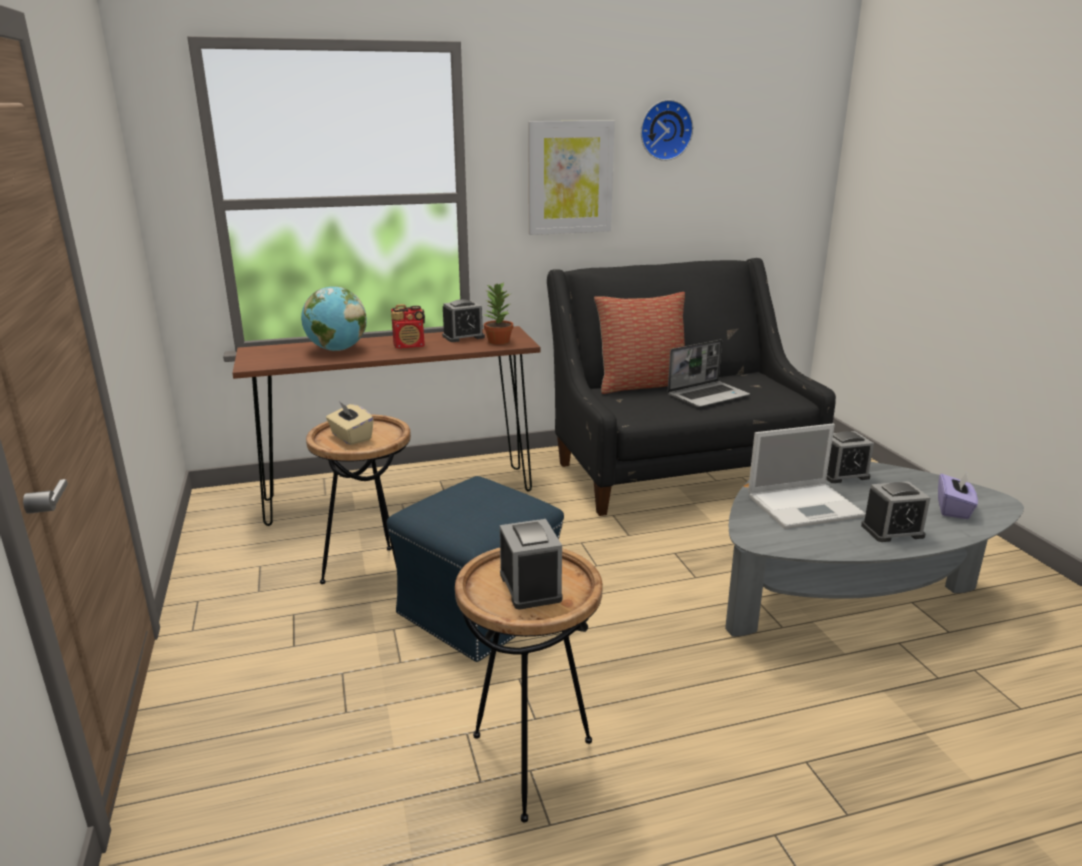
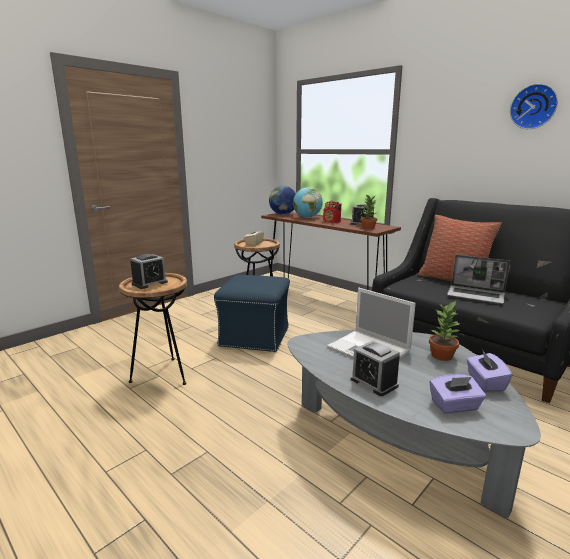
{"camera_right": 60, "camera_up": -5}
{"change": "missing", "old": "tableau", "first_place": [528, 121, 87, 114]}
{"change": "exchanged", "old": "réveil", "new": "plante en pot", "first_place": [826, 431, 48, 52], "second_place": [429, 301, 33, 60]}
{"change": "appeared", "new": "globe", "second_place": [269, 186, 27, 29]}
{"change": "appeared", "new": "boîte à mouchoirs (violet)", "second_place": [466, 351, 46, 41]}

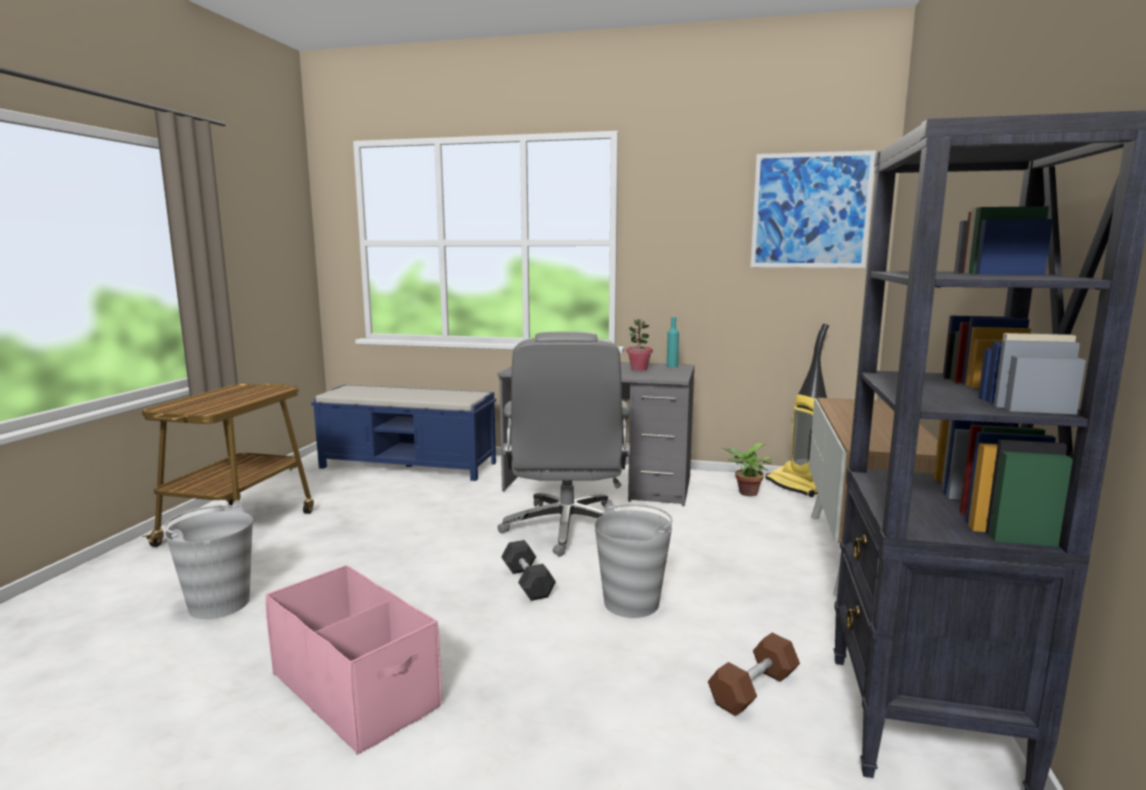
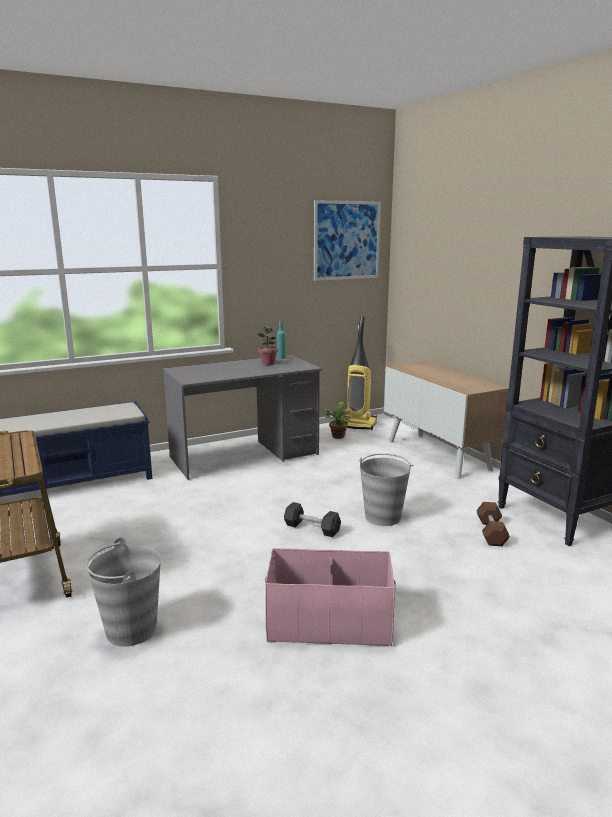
{"camera_right": -40, "camera_up": 5}
{"change": "missing", "old": "chaise de bureau (gris)", "first_place": [497, 331, 133, 226]}

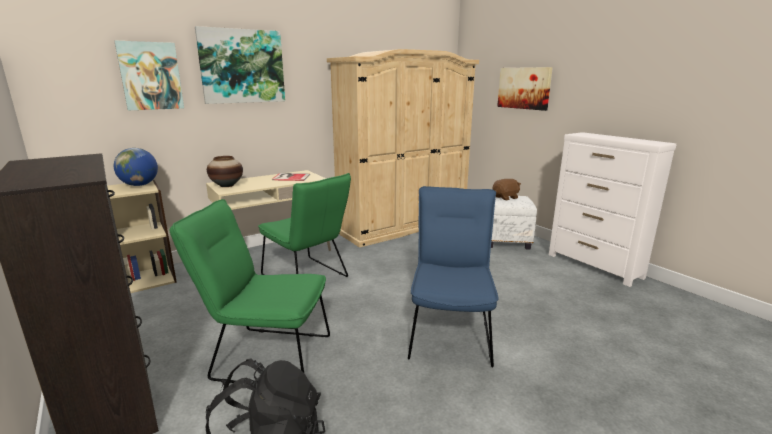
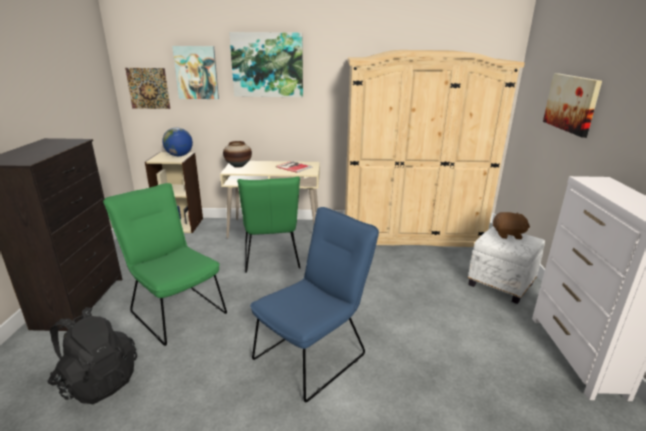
{"camera_right": 35, "camera_up": 5}
{"change": "appeared", "new": "tableau", "second_place": [125, 68, 45, 41]}

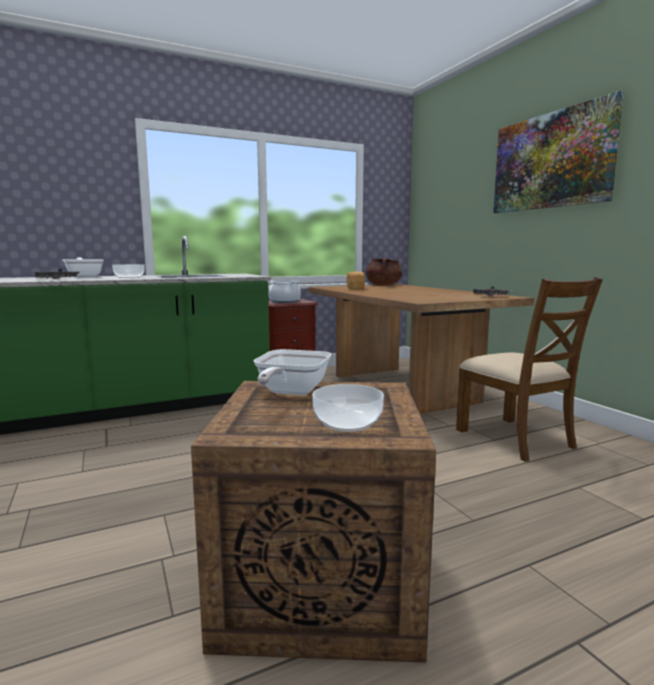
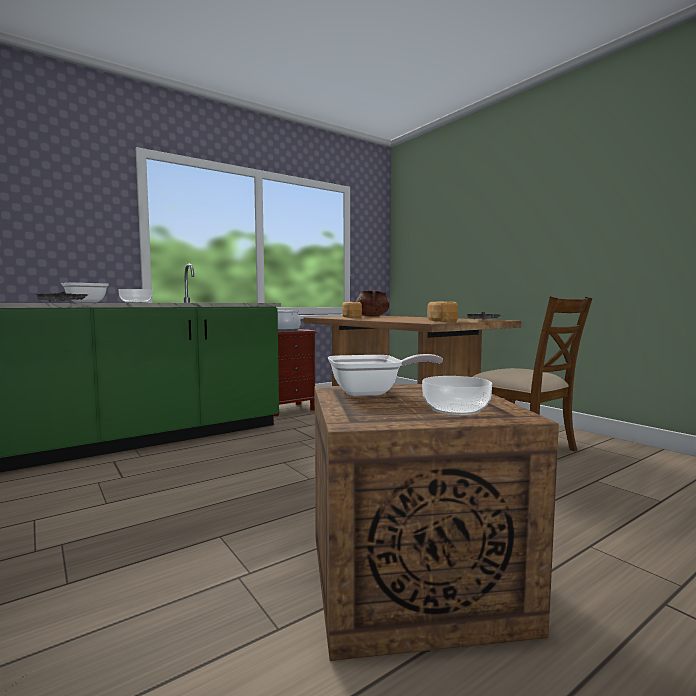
{"camera_right": -10, "camera_up": -5}
{"change": "spun", "old": "poêle", "first_place": [254, 349, 77, 46], "second_place": [328, 354, 115, 42], "degrees": -105}
{"change": "missing", "old": "tableau", "first_place": [493, 91, 131, 122]}
{"change": "appeared", "new": "pain", "second_place": [427, 302, 31, 20]}

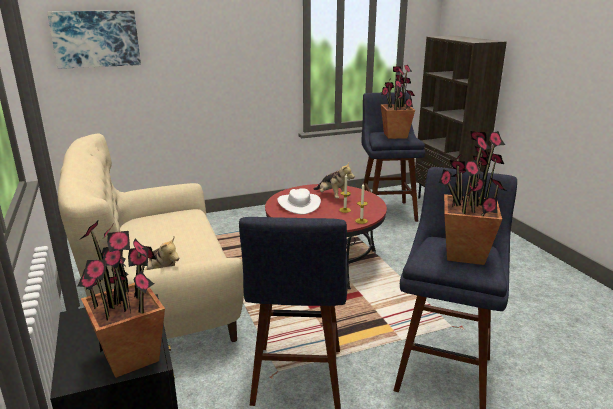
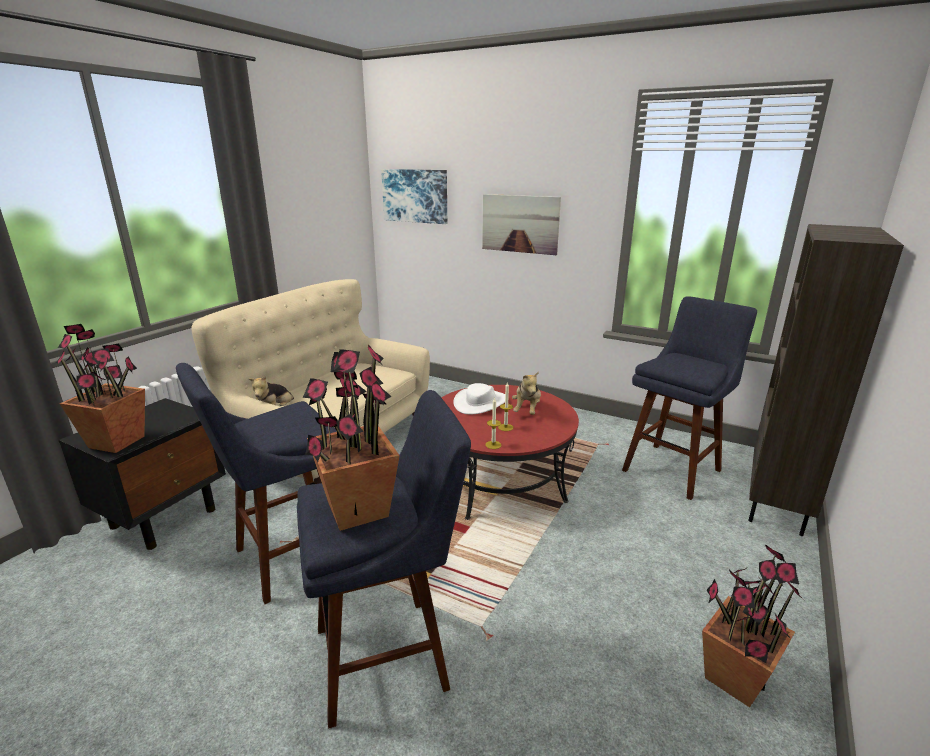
{"camera_right": 50, "camera_up": 0}
{"change": "relocated", "old": "plante en pot", "first_place": [381, 65, 34, 74], "second_place": [702, 544, 101, 163]}
{"change": "appeared", "new": "tableau", "second_place": [482, 194, 79, 61]}

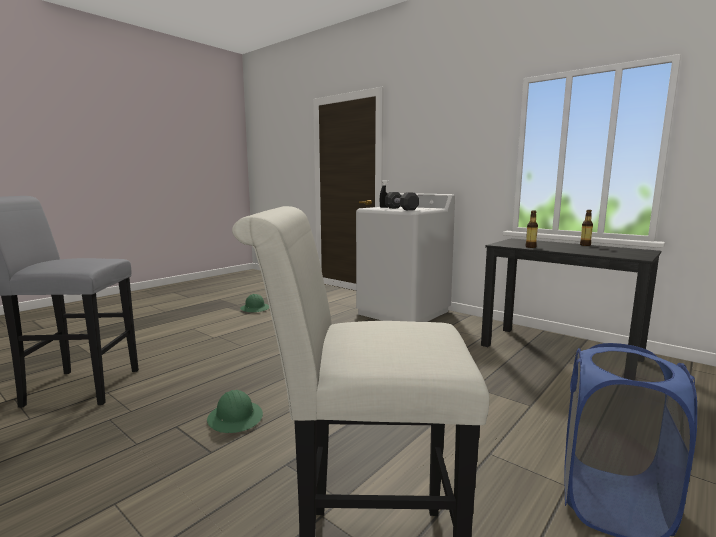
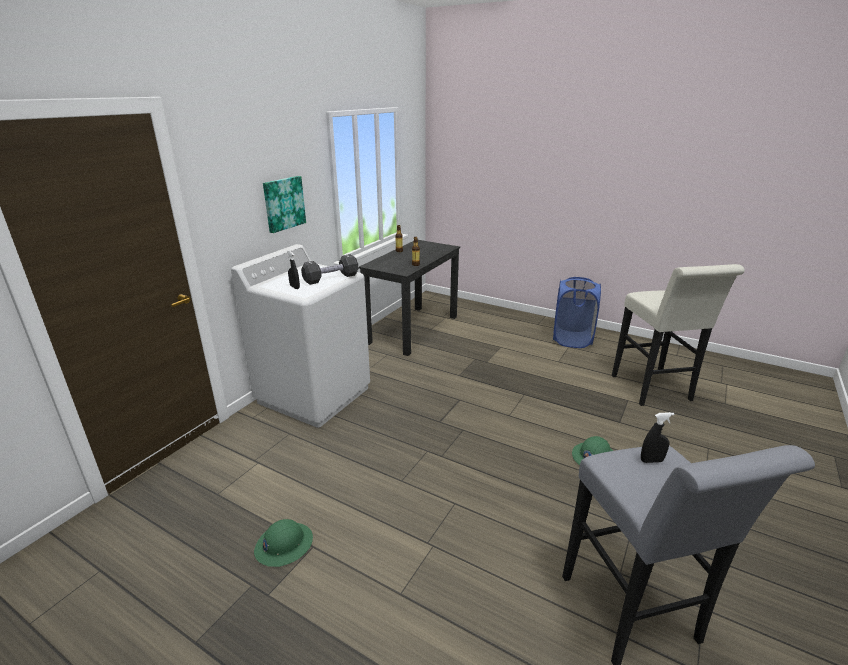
{"camera_right": -100, "camera_up": 15}
{"change": "appeared", "new": "tableau", "second_place": [263, 176, 43, 57]}
{"change": "appeared", "new": "vaporisateur (noir)", "second_place": [641, 412, 33, 51]}

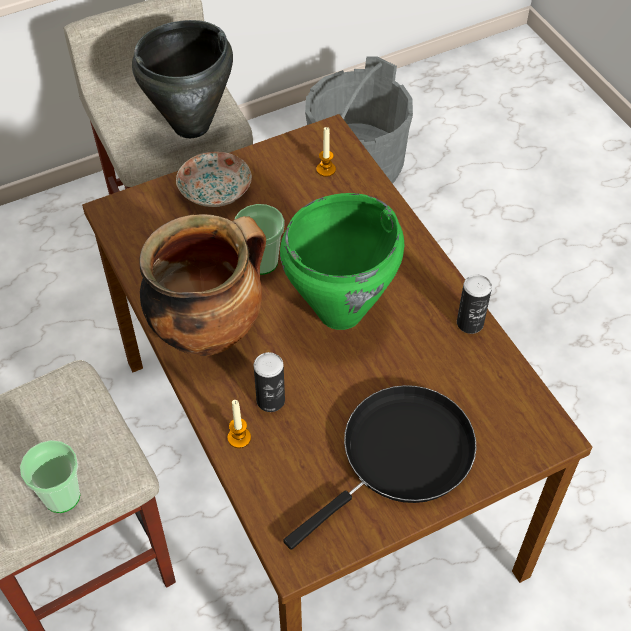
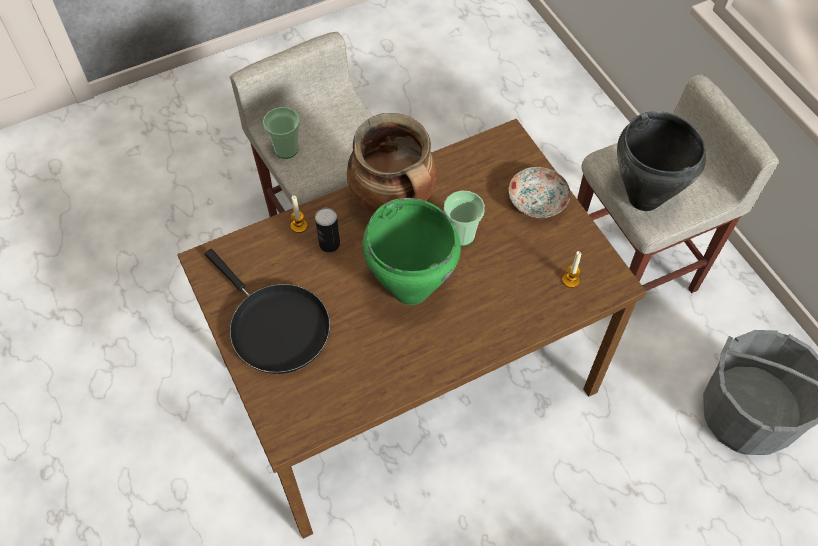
{"camera_right": 90, "camera_up": 5}
{"change": "missing", "old": "boîte métallique", "first_place": [457, 275, 35, 59]}

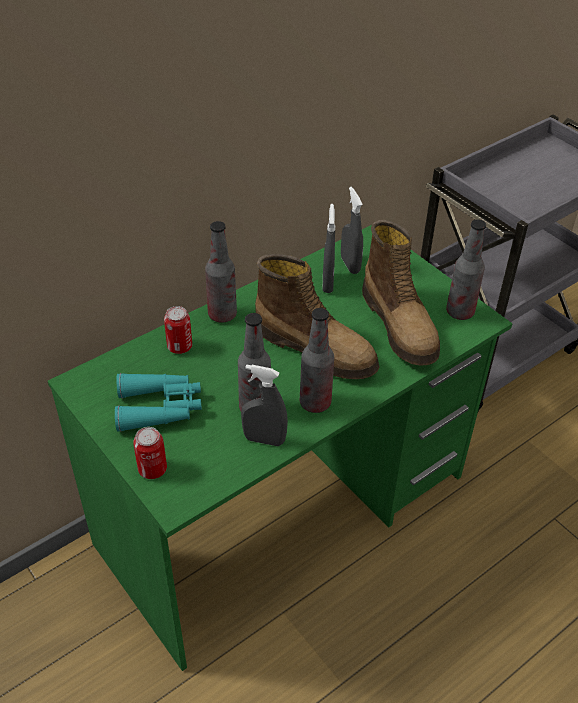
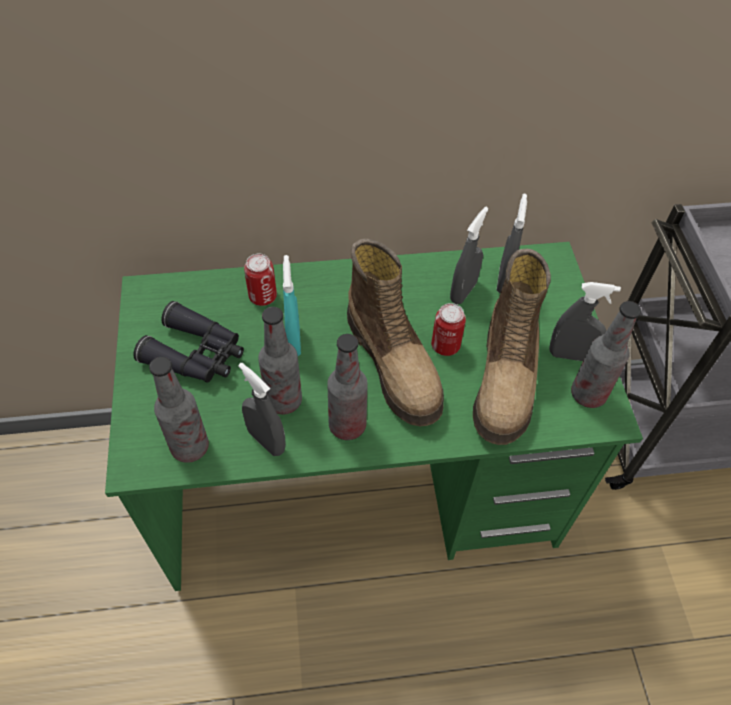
{"camera_right": 30, "camera_up": 10}
{"change": "colour", "old": "jumelles (turquoise)", "new": "jumelles (noir)", "first_place": [115, 373, 86, 59], "second_place": [134, 301, 110, 82]}
{"change": "relocated", "old": "boîte métallique", "first_place": [133, 427, 34, 52], "second_place": [431, 303, 35, 53]}
{"change": "relocated", "old": "bouteille", "first_place": [205, 221, 32, 102], "second_place": [149, 357, 60, 106]}
{"change": "appeared", "new": "vaporisateur (turquoise)", "second_place": [283, 255, 18, 101]}
{"change": "appeared", "new": "vaporisateur (gris)", "second_place": [549, 282, 72, 79]}

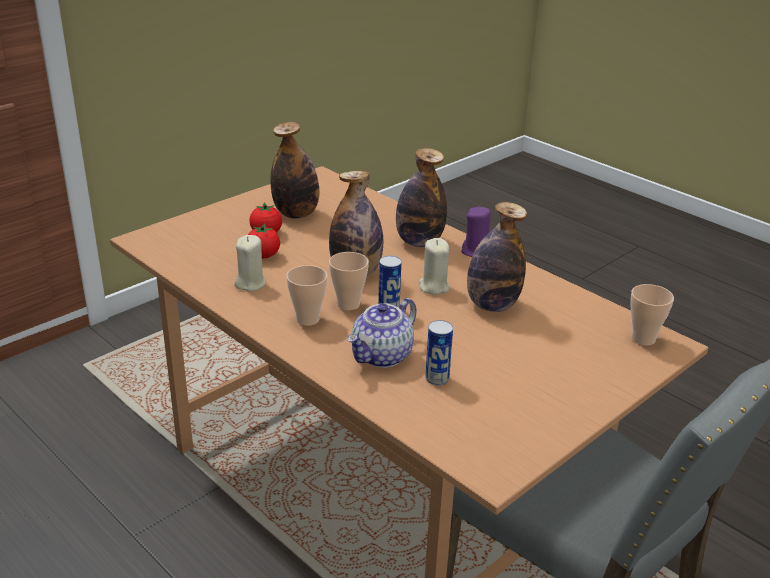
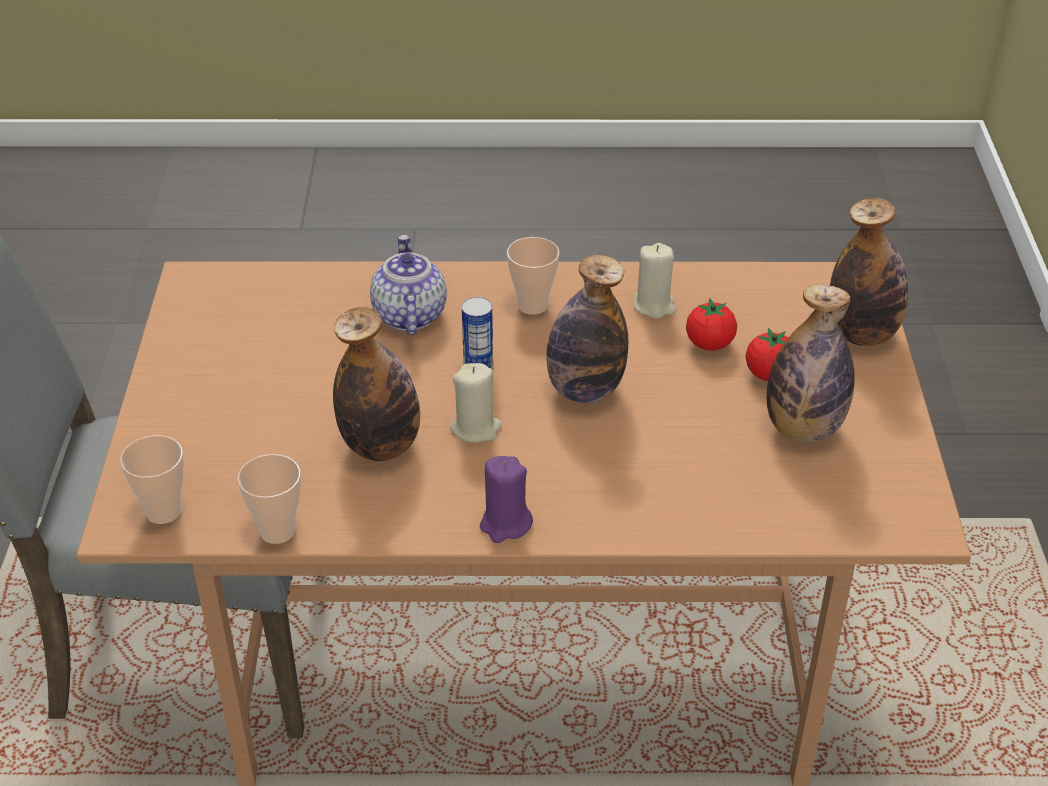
{"camera_right": 135, "camera_up": 10}
{"change": "relocated", "old": "tasse", "first_place": [329, 252, 40, 59], "second_place": [237, 454, 64, 90]}
{"change": "relocated", "old": "bouteille", "first_place": [396, 148, 51, 99], "second_place": [830, 198, 78, 148]}
{"change": "missing", "old": "boîte métallique", "first_place": [425, 320, 28, 65]}

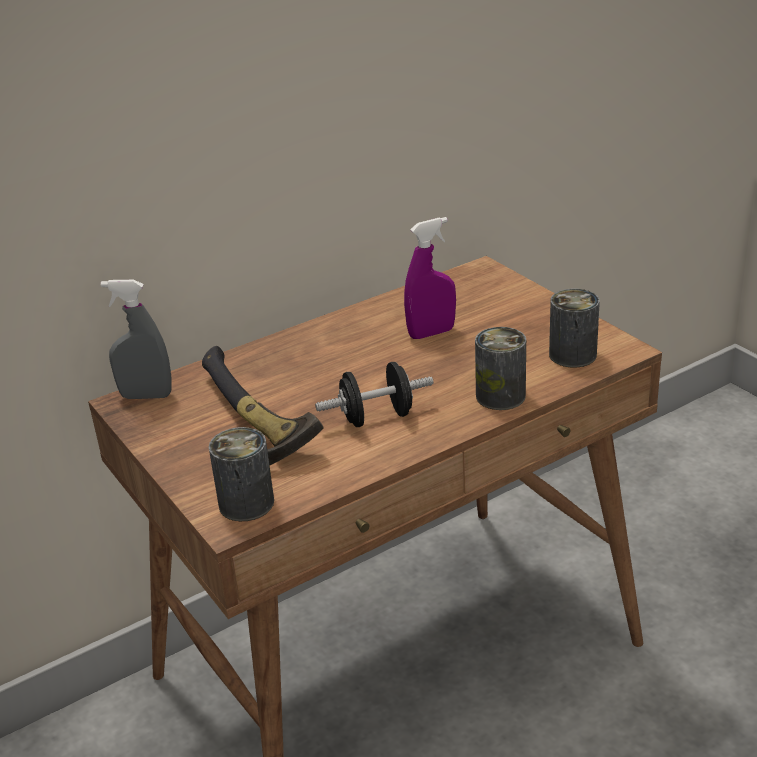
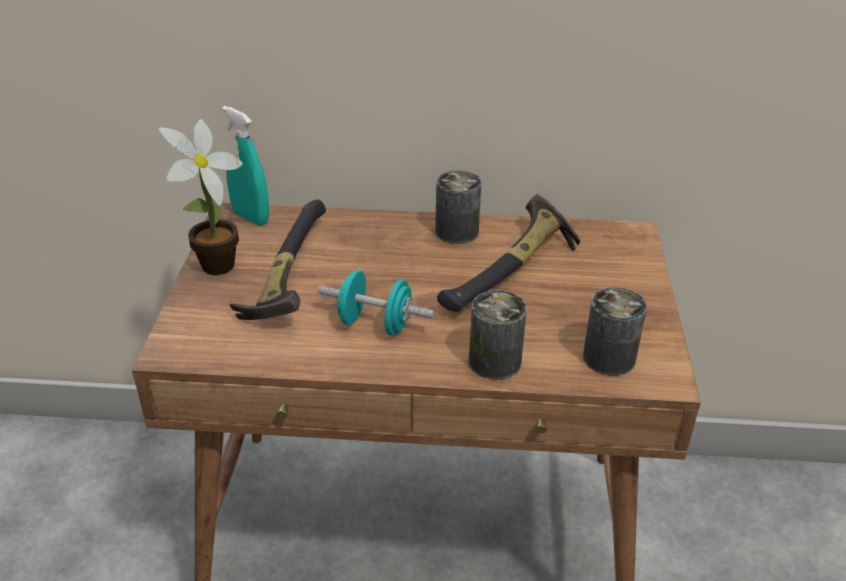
{"camera_right": 35, "camera_up": 5}
{"change": "colour", "old": "vaporisateur (gris)", "new": "vaporisateur (turquoise)", "first_place": [101, 280, 71, 119], "second_place": [222, 106, 47, 119]}
{"change": "relocated", "old": "boîte métallique", "first_place": [209, 427, 65, 94], "second_place": [435, 170, 47, 74]}
{"change": "colour", "old": "haltère (noir)", "new": "haltère (turquoise)", "first_place": [315, 362, 119, 65], "second_place": [318, 270, 117, 65]}
{"change": "exchanged", "old": "vaporisateur (violet)", "new": "marteau", "first_place": [404, 217, 52, 122], "second_place": [437, 194, 143, 118]}
{"change": "appeared", "new": "plante en pot", "second_place": [159, 119, 84, 156]}

